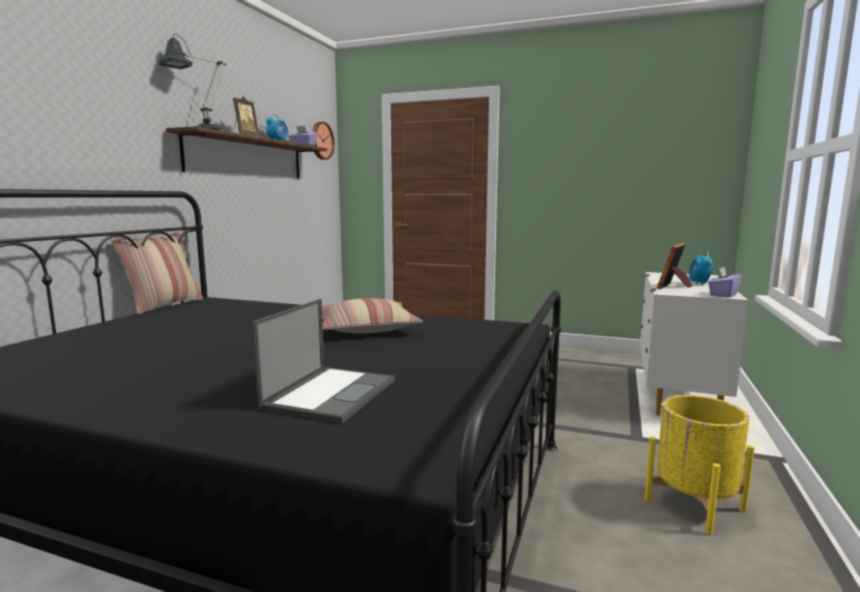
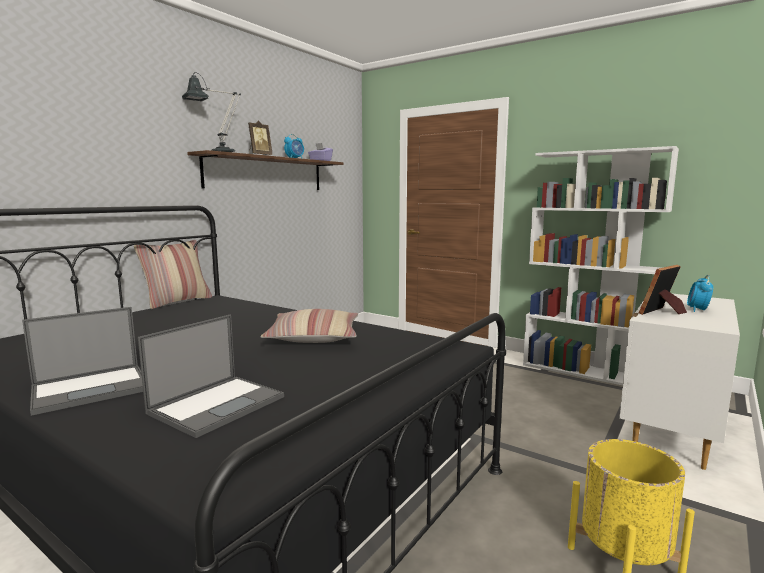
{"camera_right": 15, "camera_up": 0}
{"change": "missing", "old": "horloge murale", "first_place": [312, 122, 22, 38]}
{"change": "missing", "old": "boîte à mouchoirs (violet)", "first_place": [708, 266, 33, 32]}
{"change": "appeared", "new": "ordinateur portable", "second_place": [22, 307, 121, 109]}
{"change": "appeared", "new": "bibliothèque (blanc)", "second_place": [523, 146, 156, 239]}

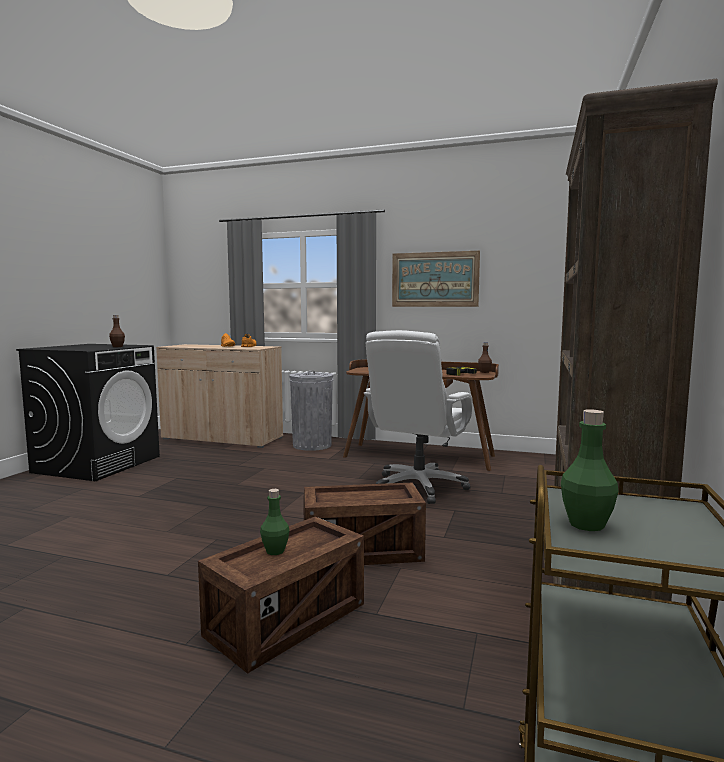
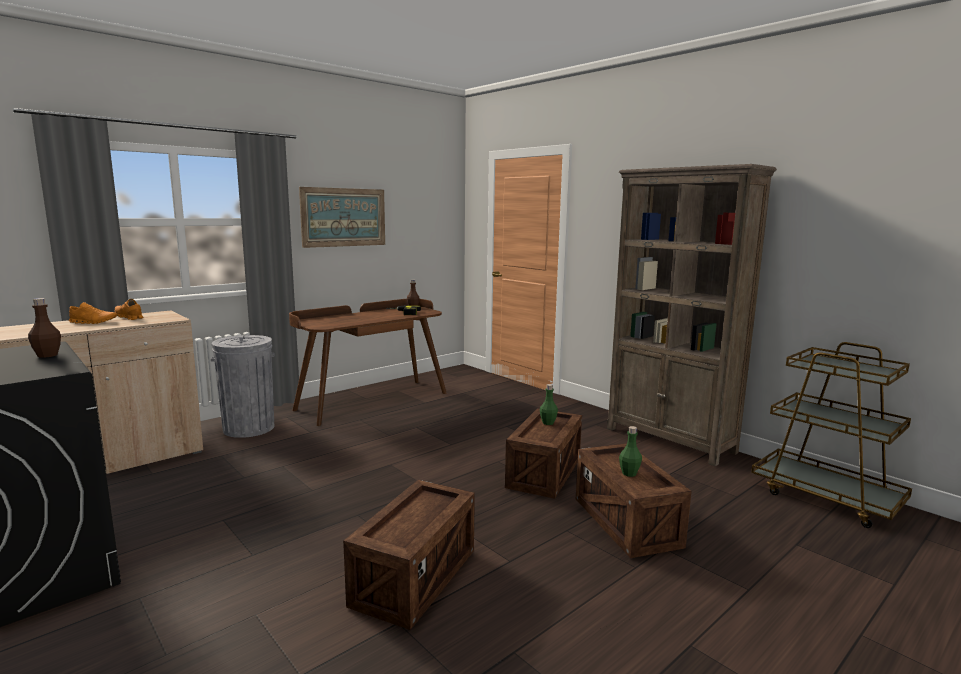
{"camera_right": -60, "camera_up": 5}
{"change": "missing", "old": "chaise de bureau (blanc)", "first_place": [363, 330, 109, 174]}
{"change": "relocated", "old": "bouteille (vert)", "first_place": [561, 409, 58, 122], "second_place": [540, 384, 18, 41]}
{"change": "appeared", "new": "caisse", "second_place": [343, 480, 132, 150]}

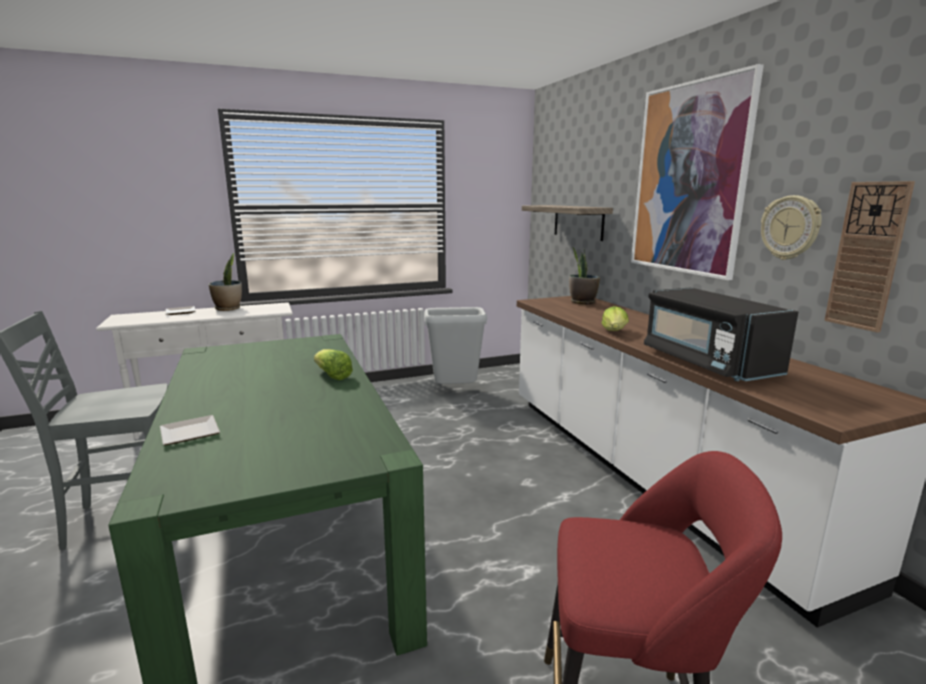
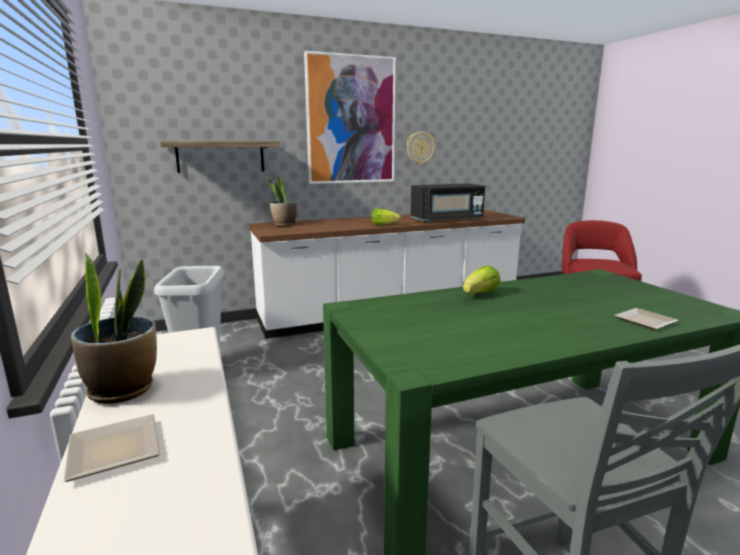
{"camera_right": -90, "camera_up": 0}
{"change": "missing", "old": "horloge murale", "first_place": [824, 181, 91, 152]}

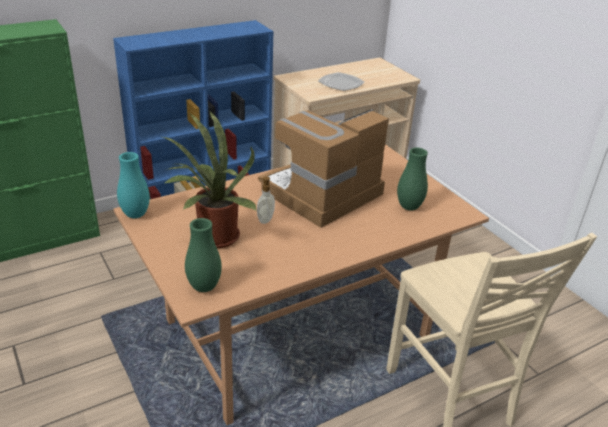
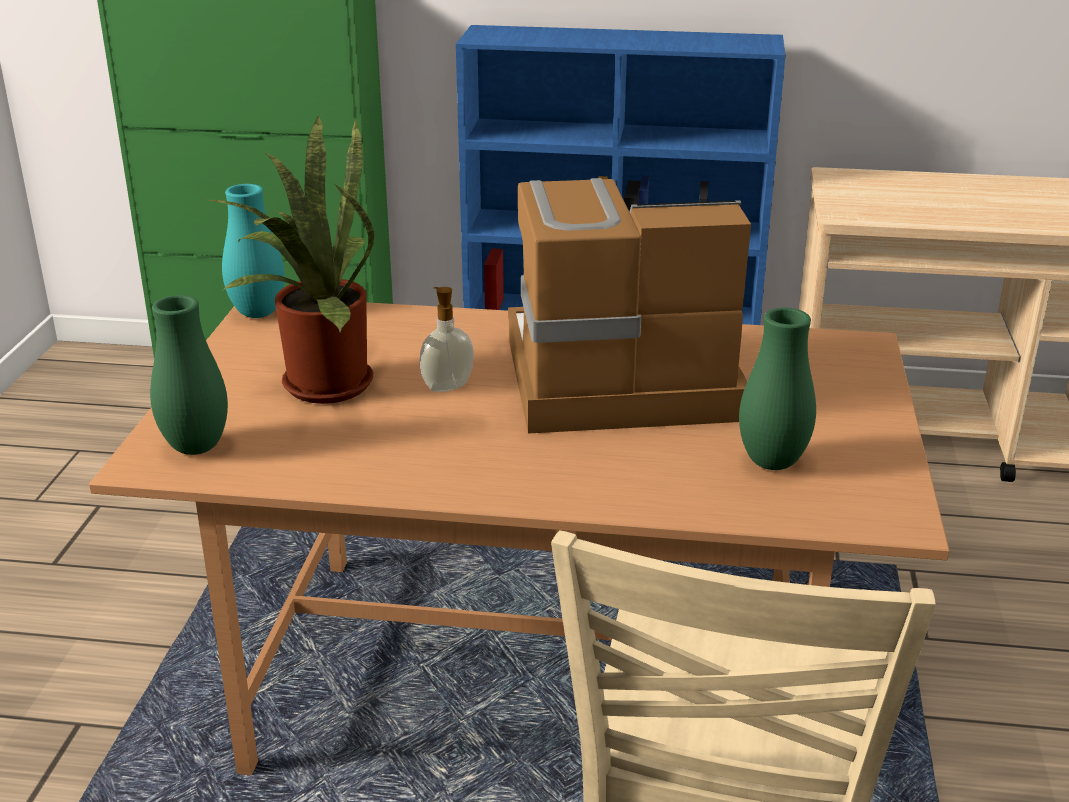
{"camera_right": 40, "camera_up": -5}
{"change": "missing", "old": "assiette", "first_place": [318, 72, 46, 19]}

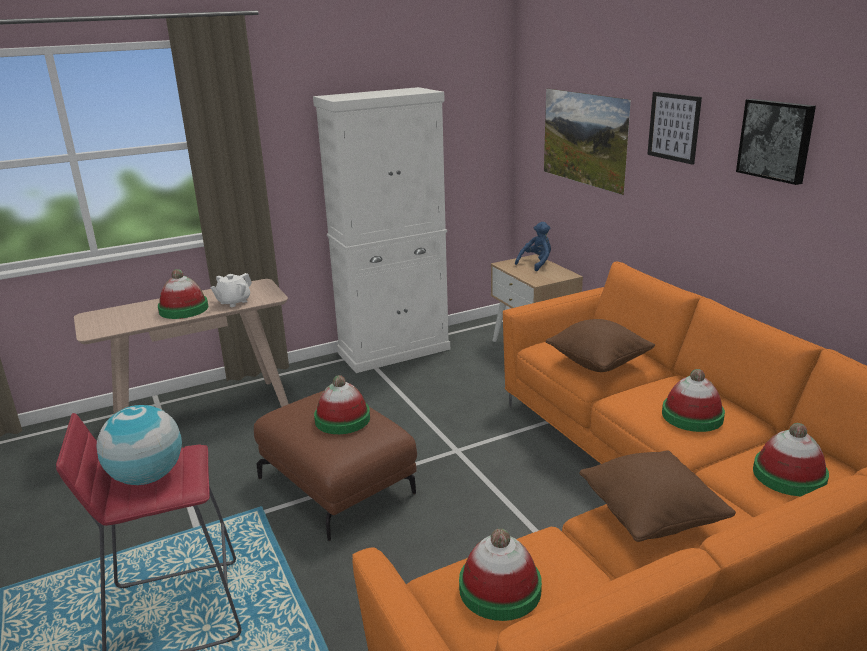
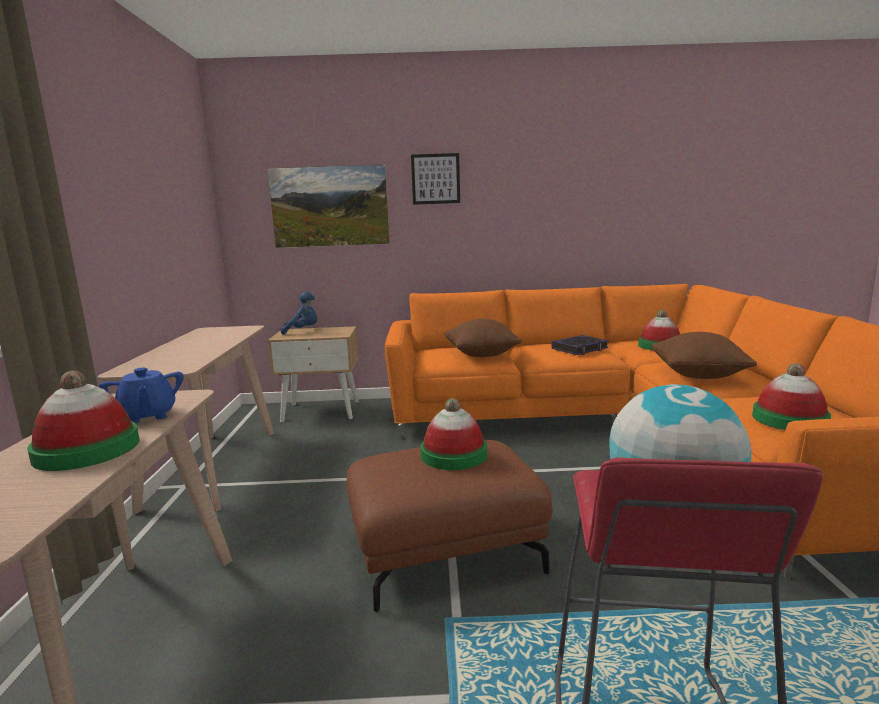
{"camera_right": -65, "camera_up": -10}
{"change": "colour", "old": "théière (blanc)", "new": "théière (bleu)", "first_place": [210, 273, 42, 34], "second_place": [98, 368, 86, 55]}
{"change": "exchanged", "old": "meuble de rangement (blanc)", "new": "table console (beige)", "first_place": [313, 87, 137, 286], "second_place": [98, 325, 176, 190]}
{"change": "spun", "old": "peluche (bleu)", "first_place": [515, 222, 36, 49], "second_place": [280, 291, 37, 44], "degrees": 105}
{"change": "exchanged", "old": "chapeau", "new": "livre", "first_place": [662, 369, 63, 63], "second_place": [552, 335, 56, 20]}
{"change": "missing", "old": "tableau", "first_place": [736, 99, 80, 86]}

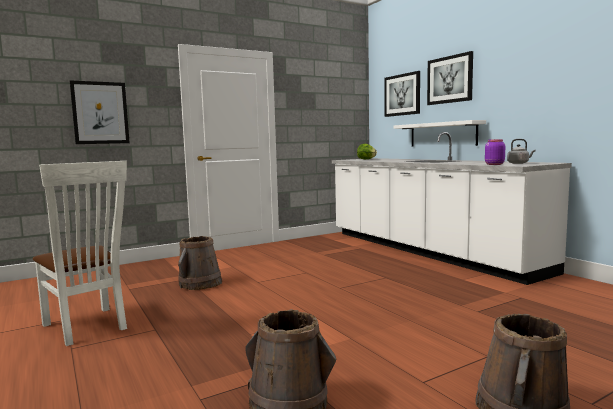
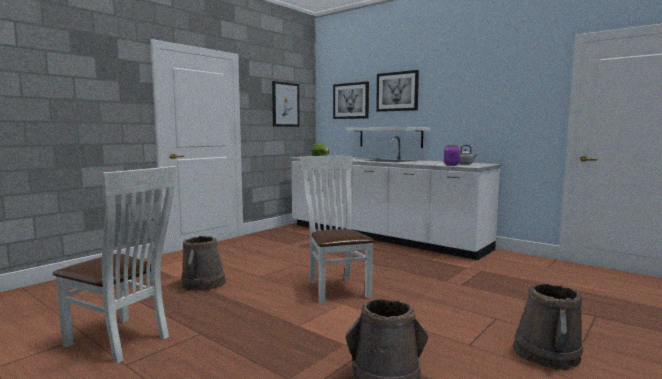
{"camera_right": -20, "camera_up": 0}
{"change": "relocated", "old": "tableau", "first_place": [70, 81, 60, 63], "second_place": [272, 81, 28, 46]}
{"change": "appeared", "new": "chaise (blanc)", "second_place": [300, 155, 75, 149]}

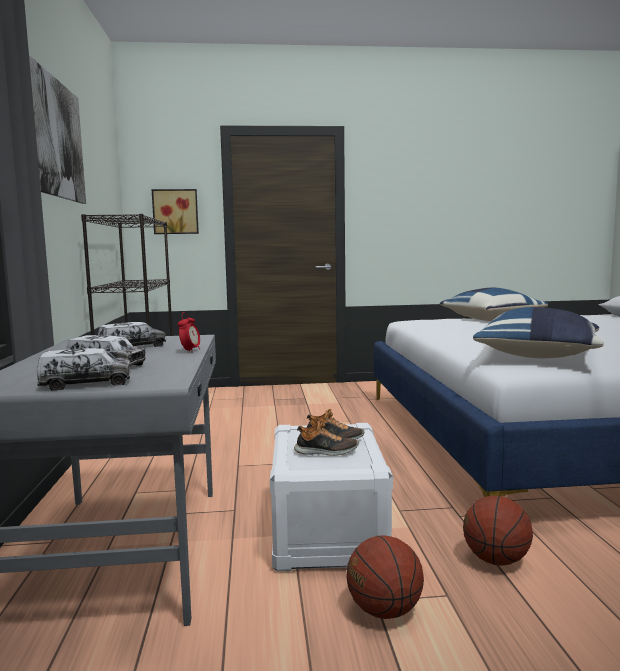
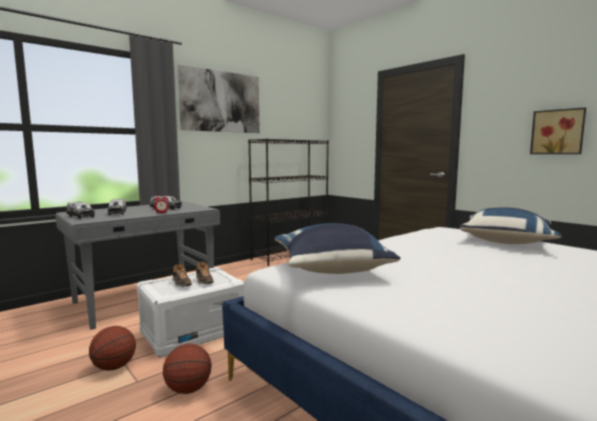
{"camera_right": 55, "camera_up": 0}
{"change": "relocated", "old": "tableau", "first_place": [152, 189, 47, 45], "second_place": [530, 107, 56, 47]}

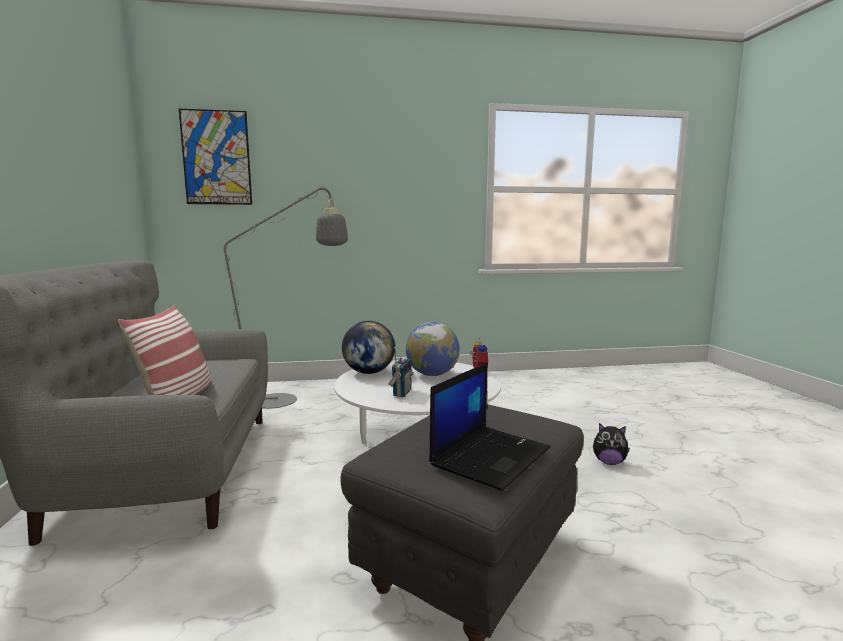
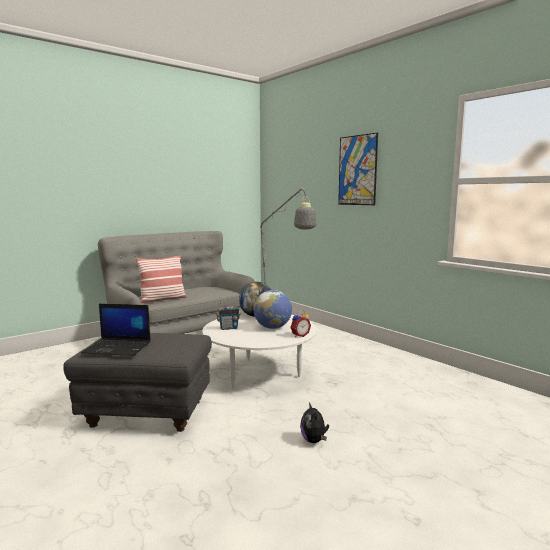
{"camera_right": 60, "camera_up": 0}
{"change": "relocated", "old": "tableau", "first_place": [179, 109, 73, 96], "second_place": [338, 133, 40, 72]}

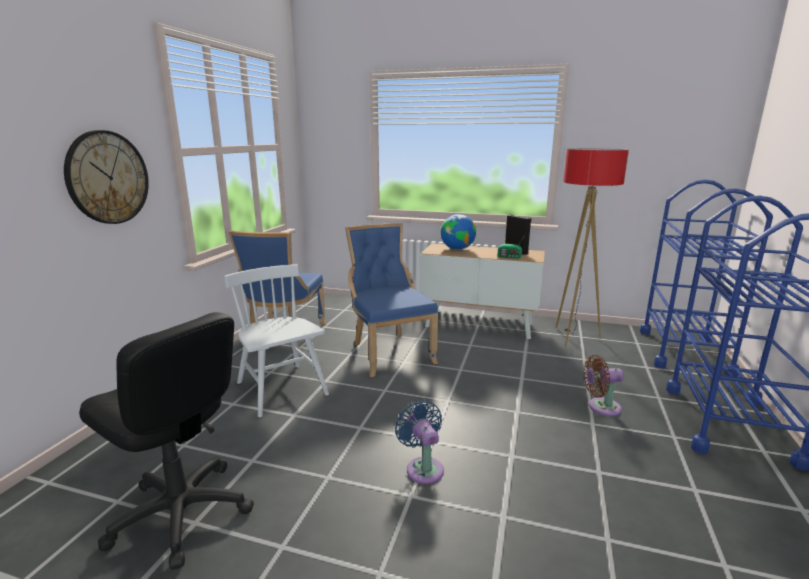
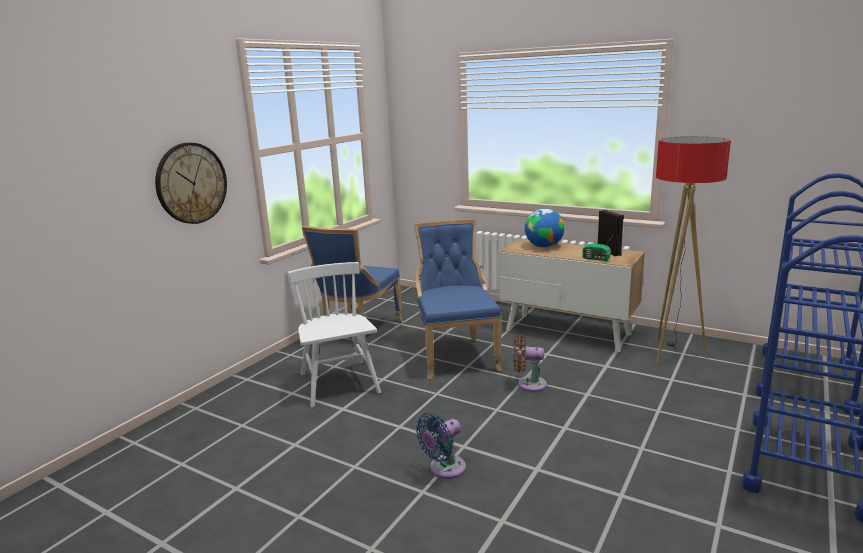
{"camera_right": 15, "camera_up": 0}
{"change": "missing", "old": "chaise de bureau (noir)", "first_place": [79, 312, 175, 258]}
{"change": "spun", "old": "ventilateur (bleu)", "first_place": [395, 401, 49, 83], "second_place": [416, 413, 50, 66], "degrees": -120}
{"change": "relocated", "old": "ventilateur (marron)", "first_place": [583, 355, 41, 61], "second_place": [513, 334, 34, 58]}

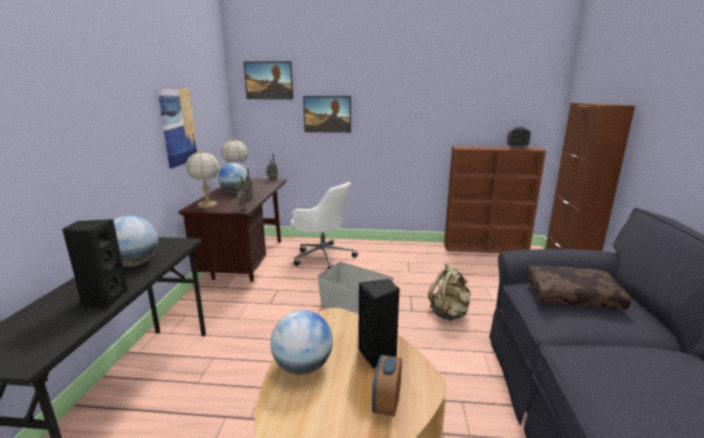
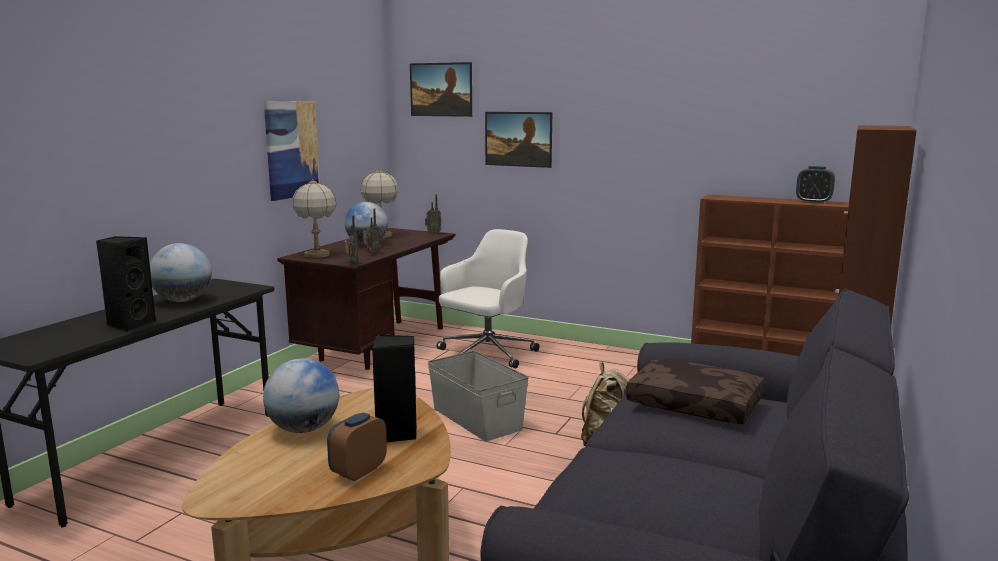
{"camera_right": 20, "camera_up": -5}
{"change": "spun", "old": "chaise de bureau (blanc)", "first_place": [290, 182, 68, 87], "second_place": [436, 229, 104, 140], "degrees": -105}

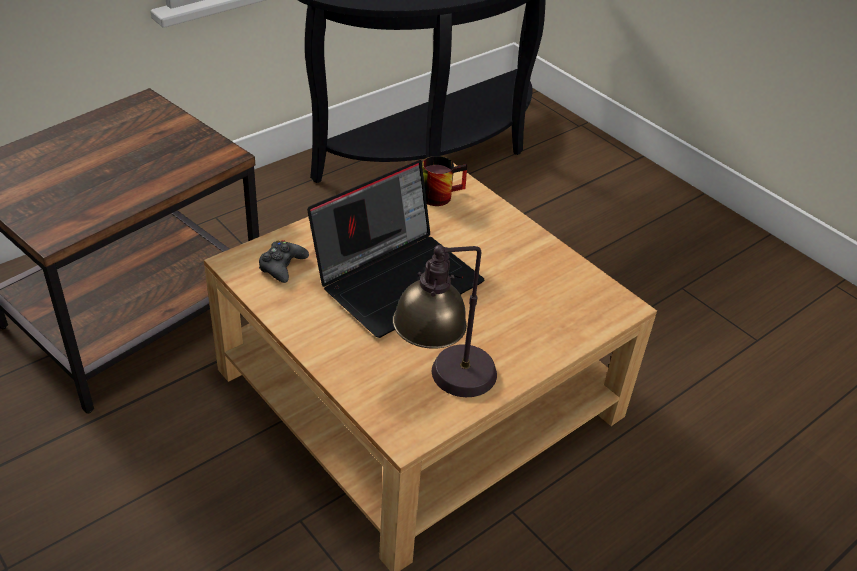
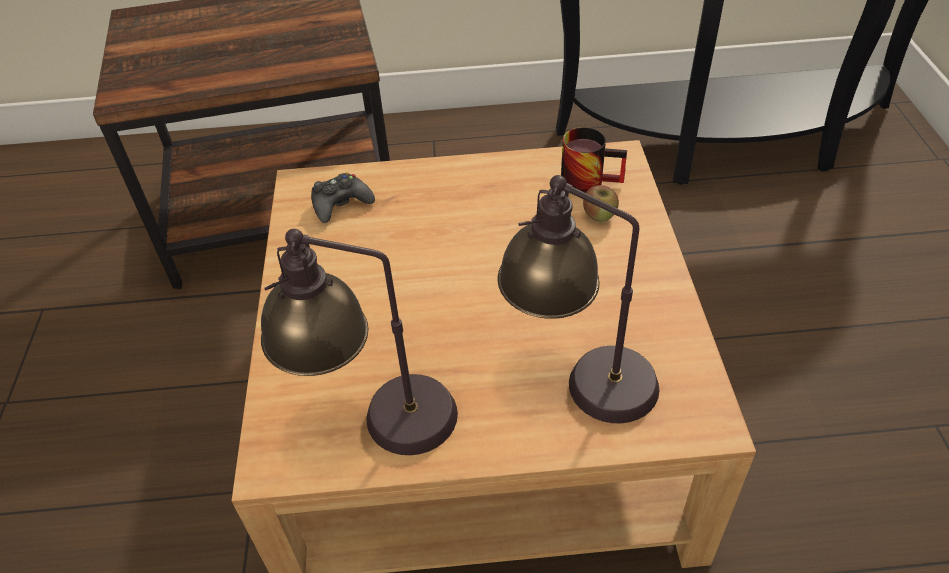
{"camera_right": 40, "camera_up": 5}
{"change": "missing", "old": "ordinateur portable", "first_place": [307, 160, 177, 178]}
{"change": "appeared", "new": "lampe de table", "second_place": [498, 175, 161, 248]}
{"change": "appeared", "new": "pomme", "second_place": [583, 185, 36, 37]}

